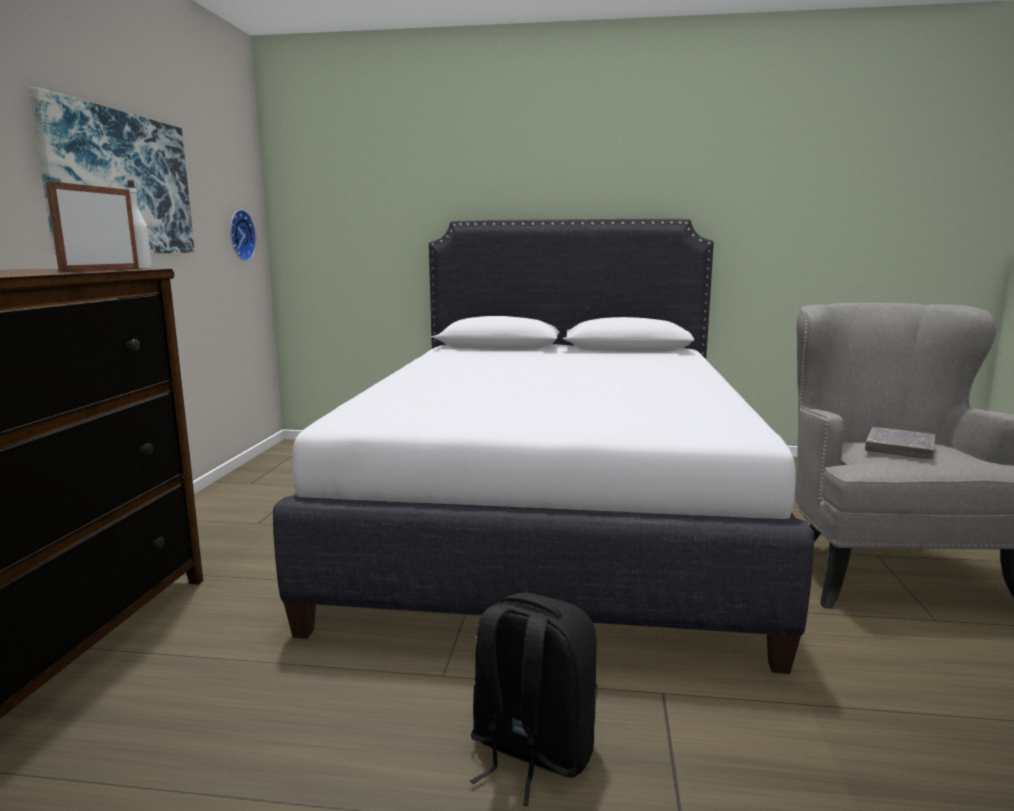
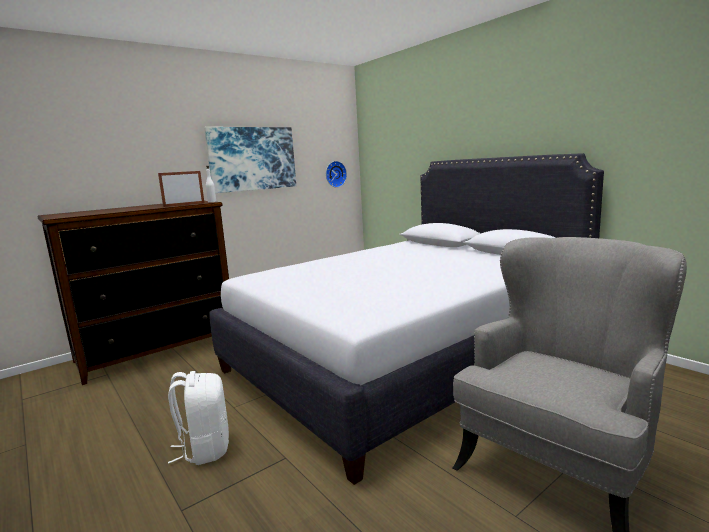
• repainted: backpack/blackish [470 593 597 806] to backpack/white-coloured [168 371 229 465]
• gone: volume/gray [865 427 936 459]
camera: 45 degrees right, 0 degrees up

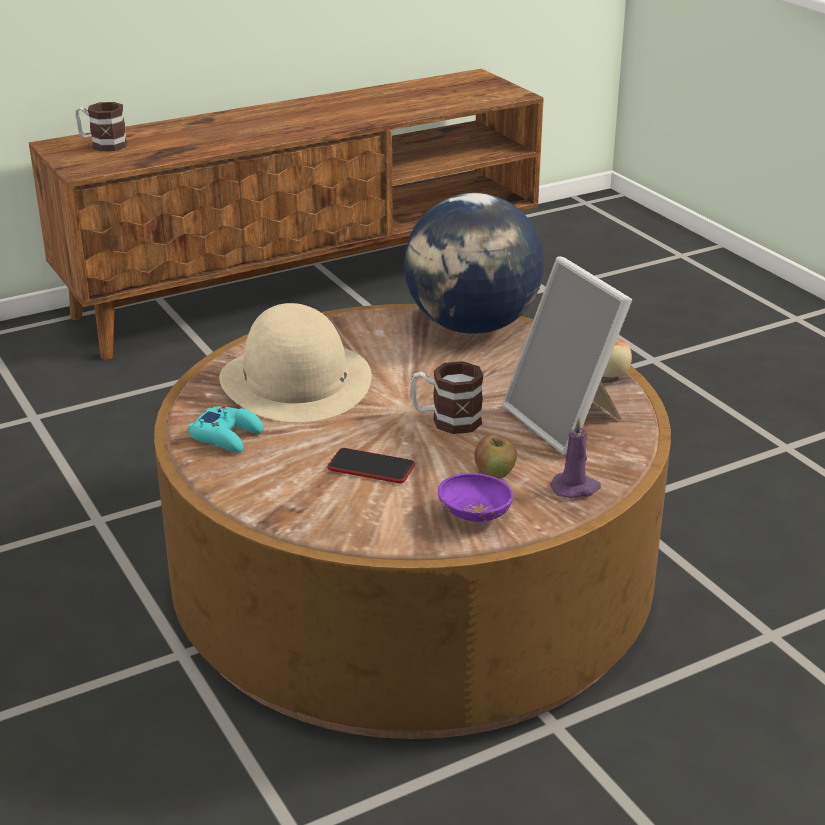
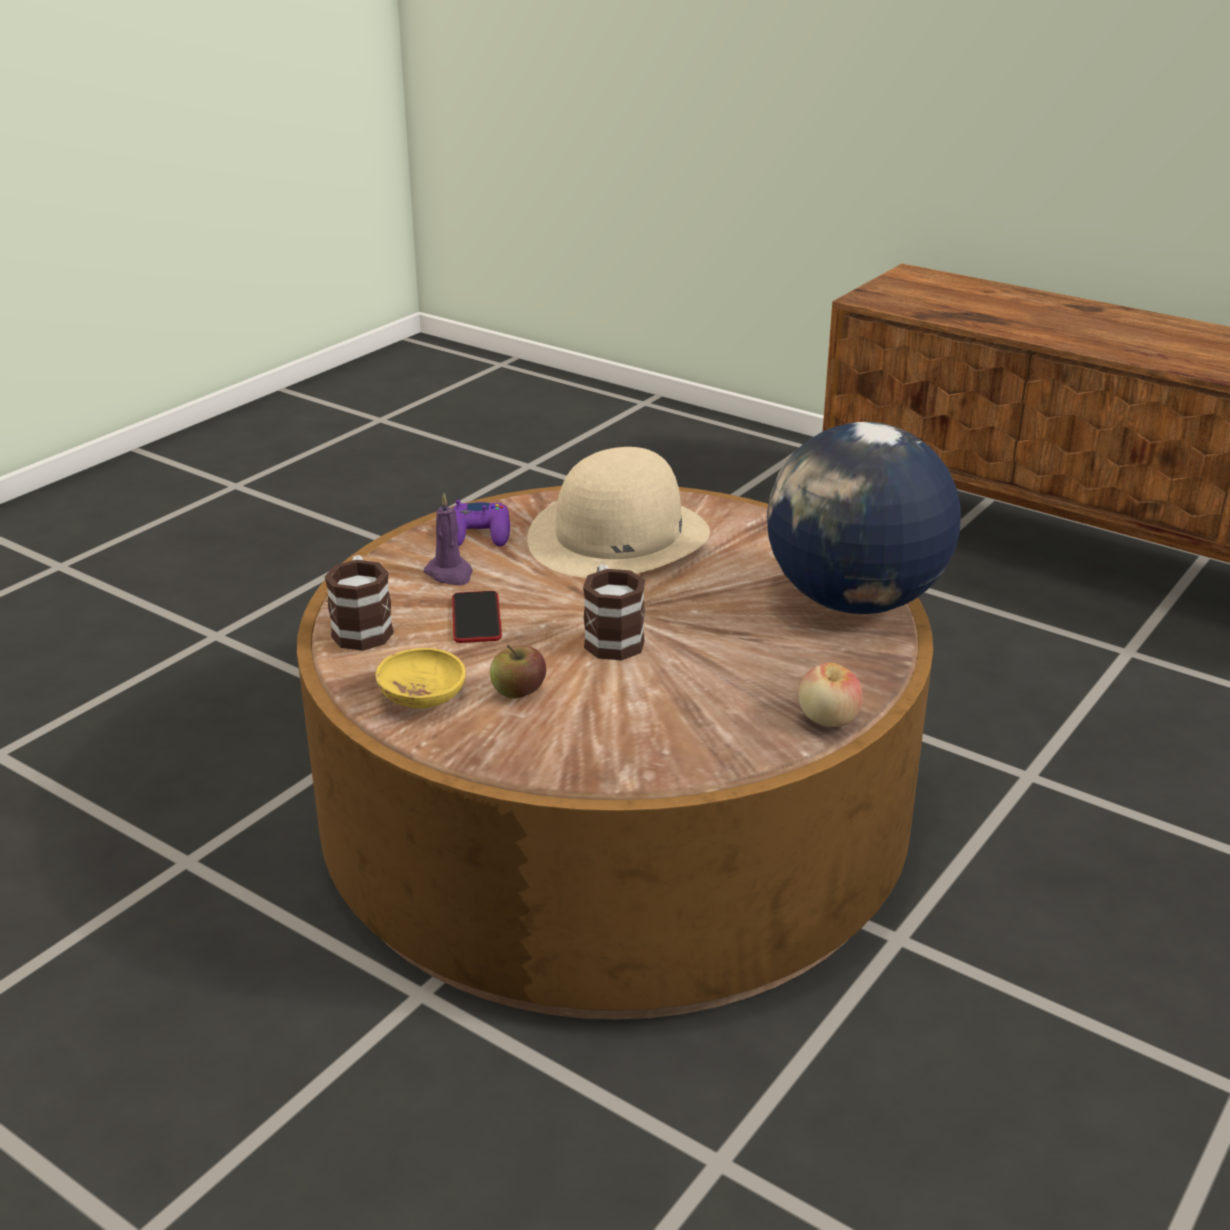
• shifted: coffee mug [75 102 127 152] to [325 555 394 651]
• repainted: game controller/blue-green [188 406 263 453] to game controller/purplish [453 500 510 546]
• repainted: deep dish/purplish [438 473 513 522] to deep dish/yellowish [375 648 466 709]
• gone: standing frame [503 256 632 455]
• shifted: wax candle/purplish [550 417 601 498] to [423 493 473 585]
camera: 65 degrees right, 0 degrees up

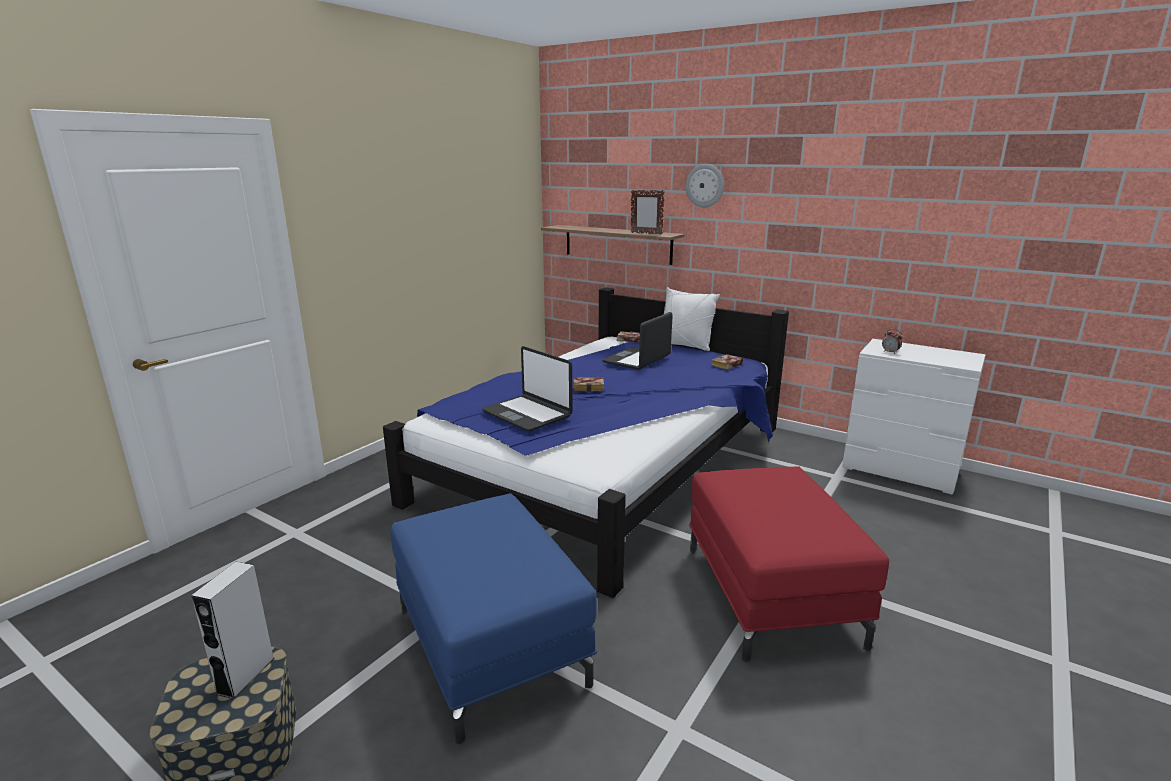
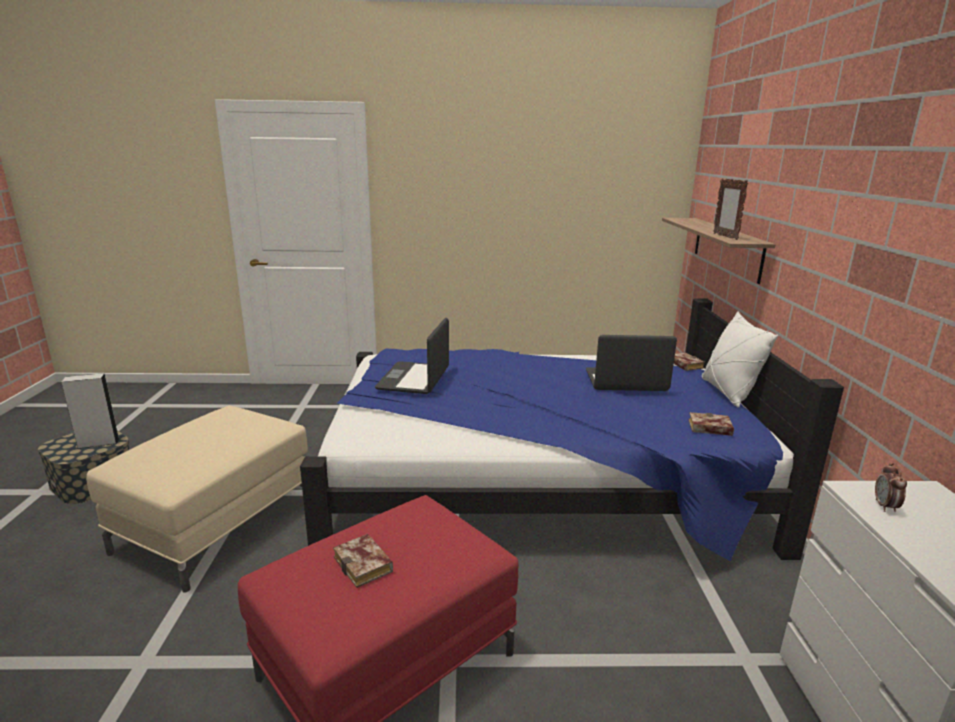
• repainted: footrest/blue [391 493 597 744] to footrest/beige-coloured [86 405 308 592]
• shifted: volume [574 377 604 392] to [333 534 393 588]
• gone: clock on the wall [686 164 724 207]
camera: 55 degrees right, 0 degrees up

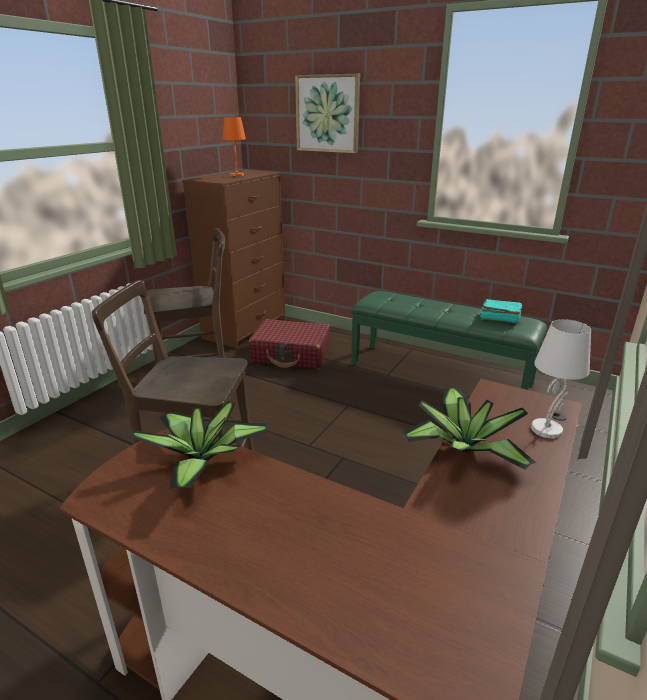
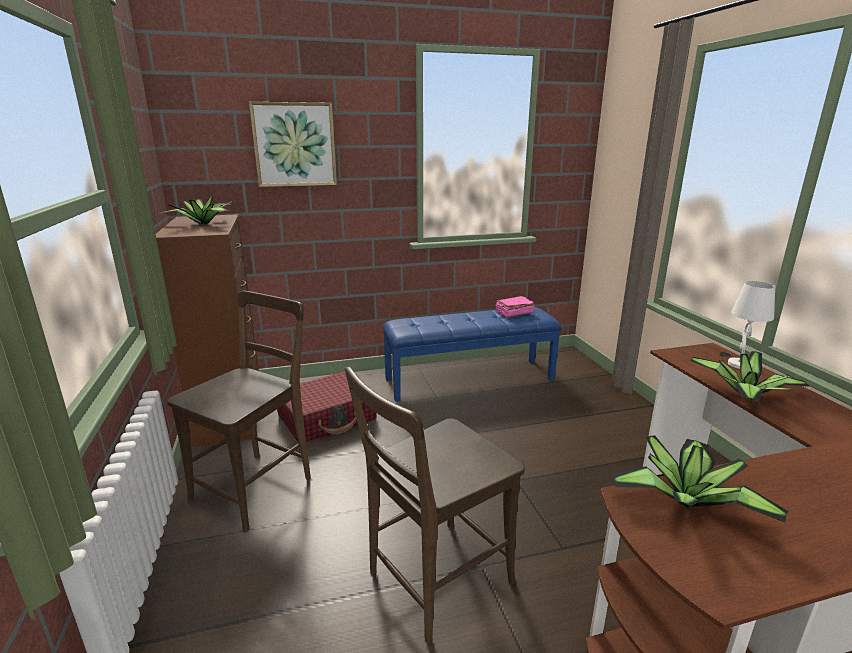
• swapped: tabletop lamp/orange-coloured [223 117 246 177] to plant in a pot [159 196 232 225]
• repainted: bench/green [351 291 547 390] to bench/blue [382 307 562 402]
• repainted: volume/blue-green [480 299 522 323] to volume/pink-coloured [495 296 535 318]
camera: 45 degrees left, 5 degrees down

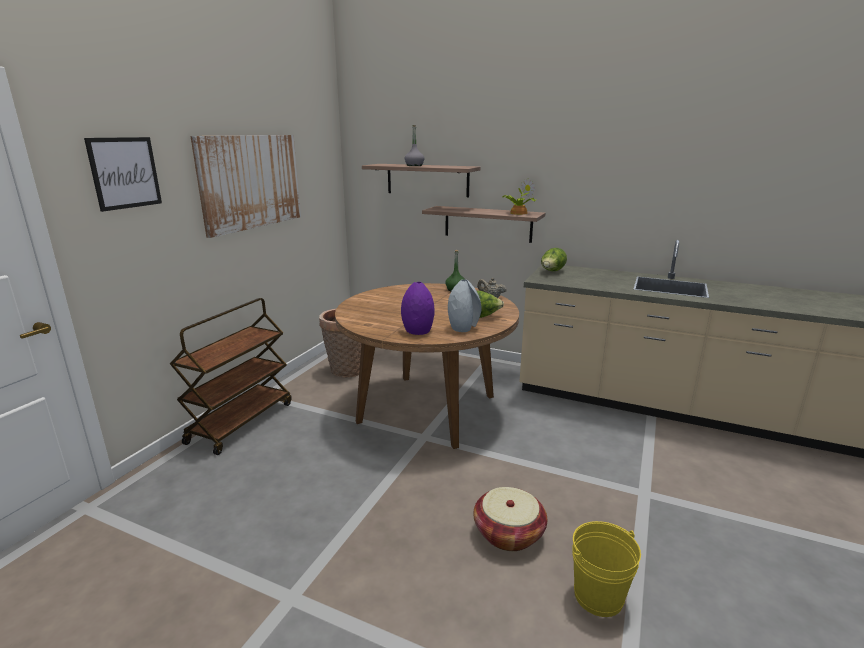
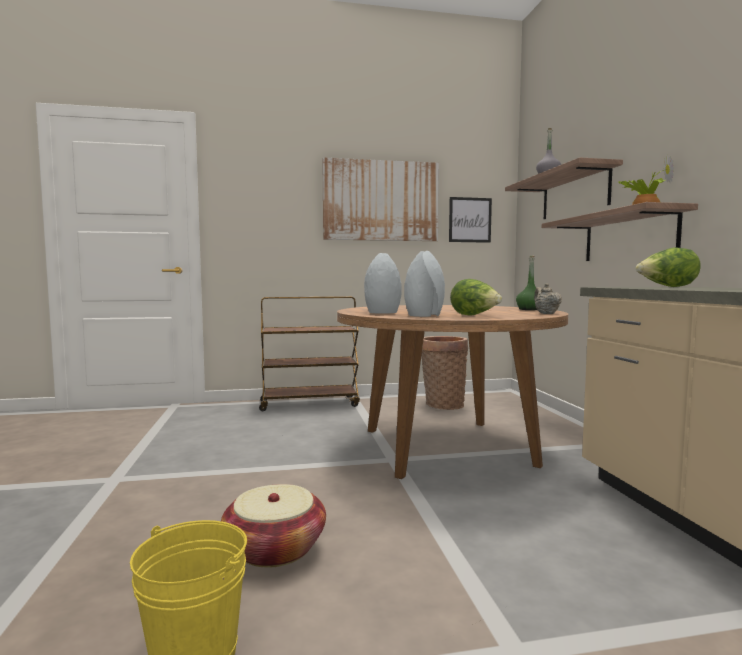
• shifted: picture [84 137 162 212] to [449 197 492 243]
• repainted: vase/purplish [401 282 435 335] to vase/gray [364 253 402 314]
camera: 55 degrees right, 15 degrees down

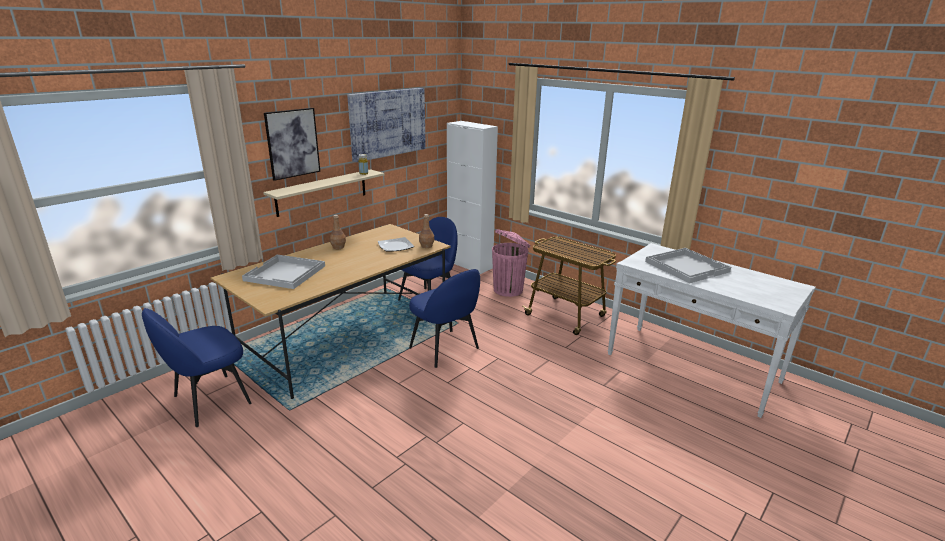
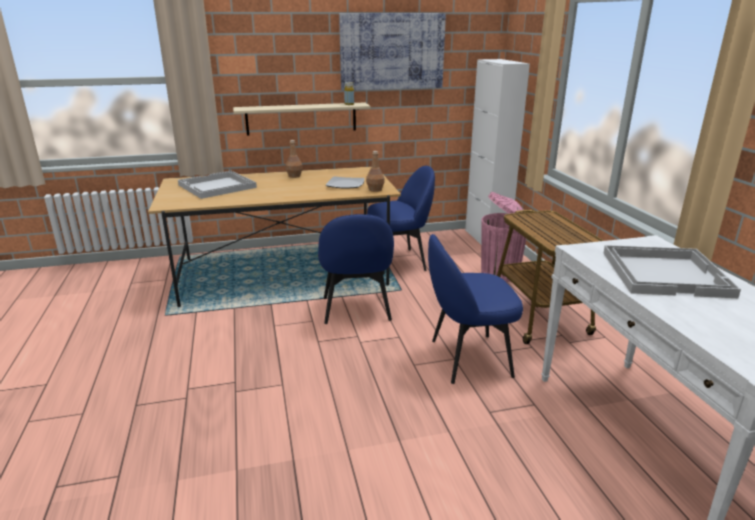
• shifted: upright chair/blue [142 308 251 427] to [428 234 523 384]
• gone: picture [264 108 320 181]
camera: 35 degrees right, 0 degrees up

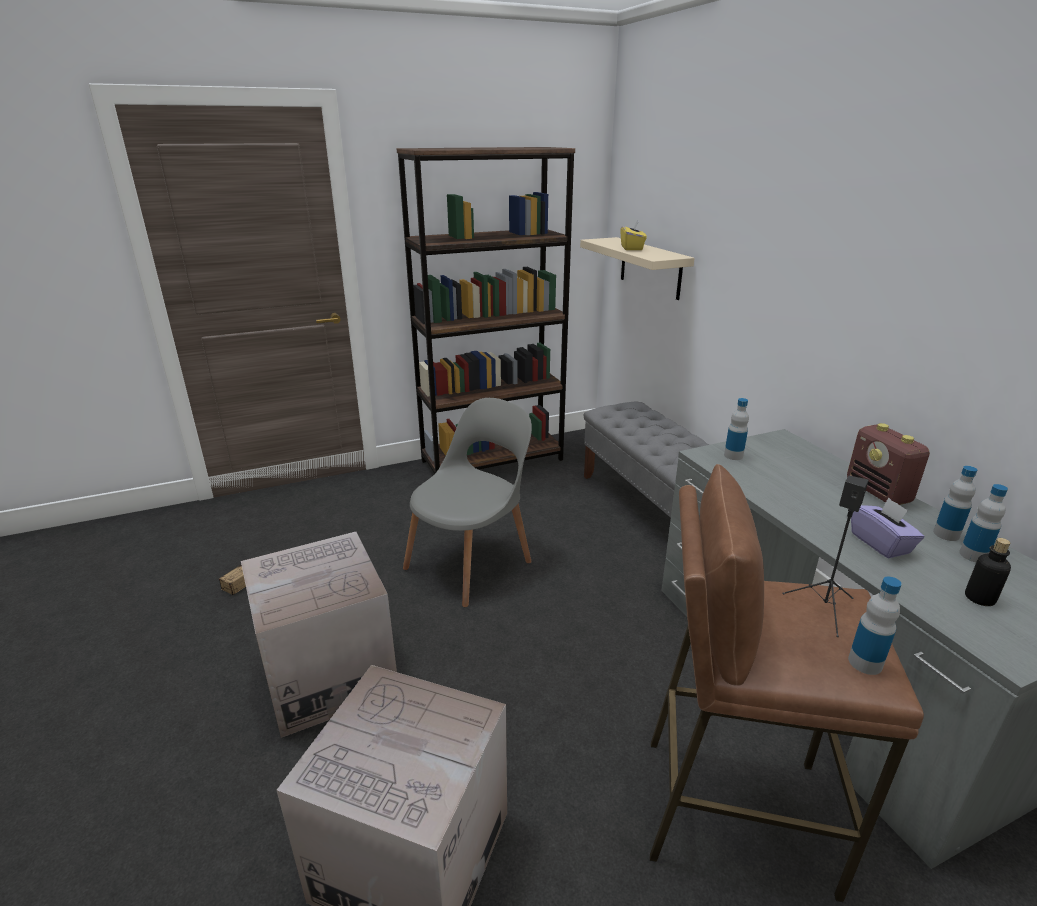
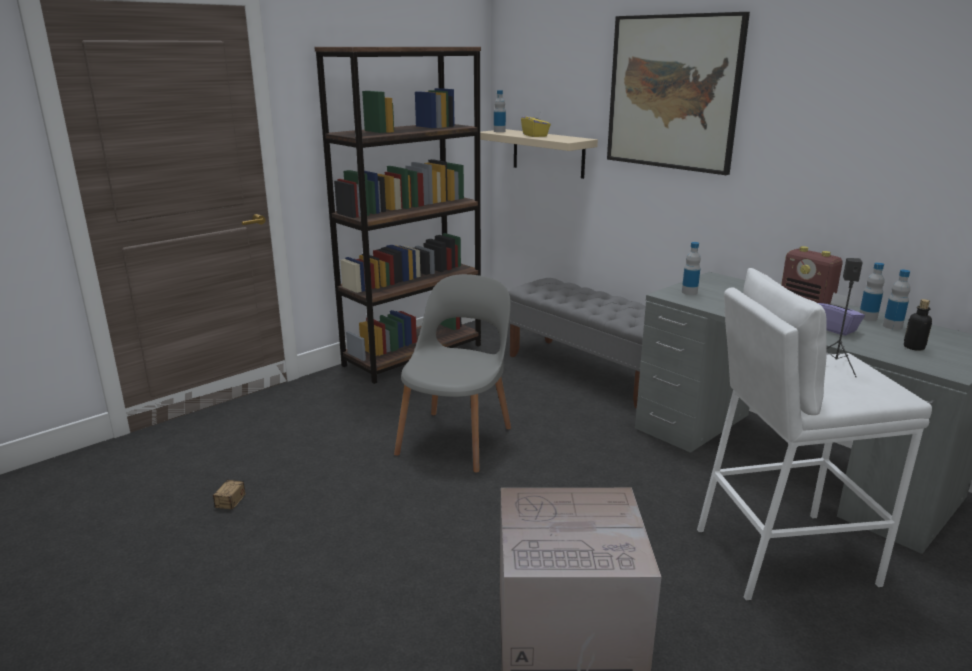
• gone: cardboard box [241 532 397 738]
• repainted: sitting stool/brown-coloured [650 464 924 903] to sitting stool/white-coloured [697 268 932 601]
• shifted: beverage bottle [848 576 902 675] to [494 90 506 132]
• new: picture [607 12 750 175]
camera: 20 degrees left, 5 degrees down

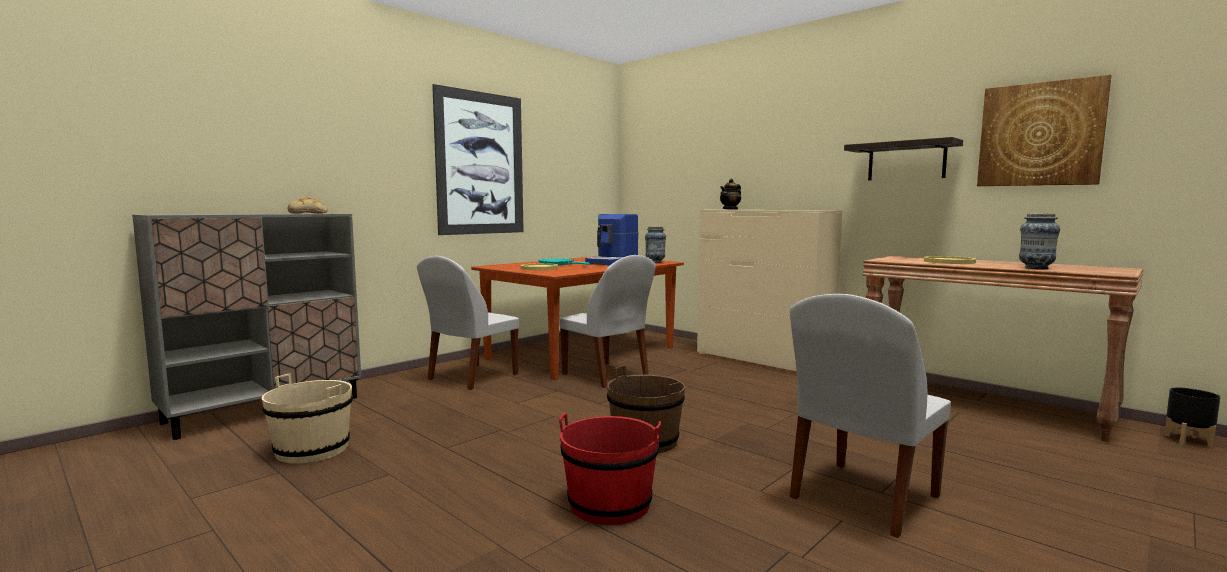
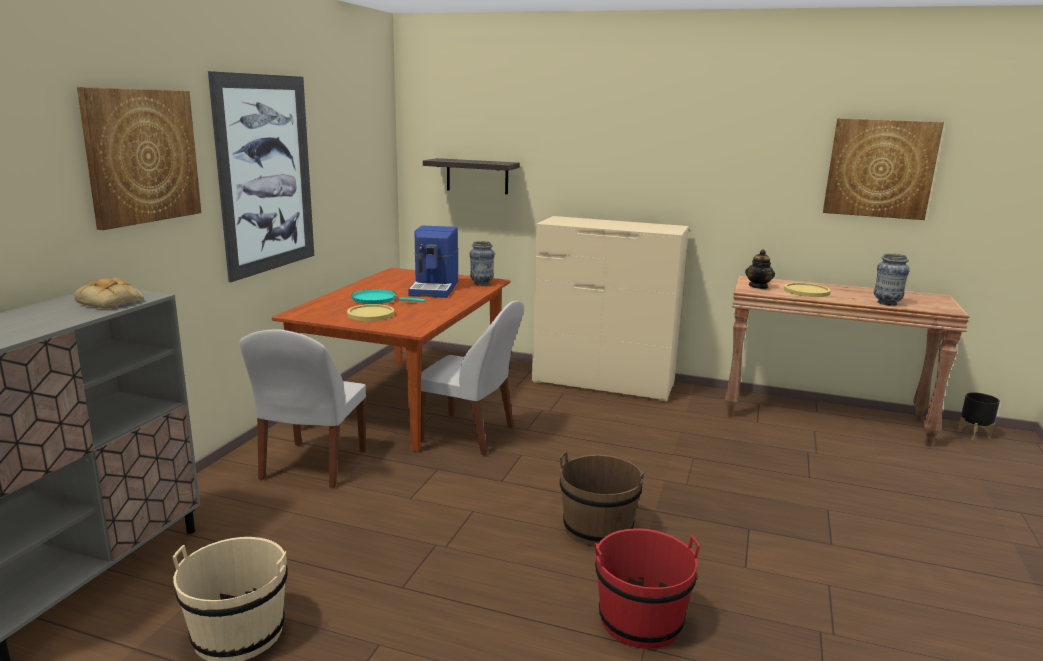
• shifted: teapot [720 178 741 210] to [745 249 775 289]
• gone: upright chair/white-coloured [790 294 951 538]
• shifted: shelf [844 137 963 180] to [423 158 520 194]
• new: picture [77 87 201 230]
camera: 25 degrees left, 10 degrees up

